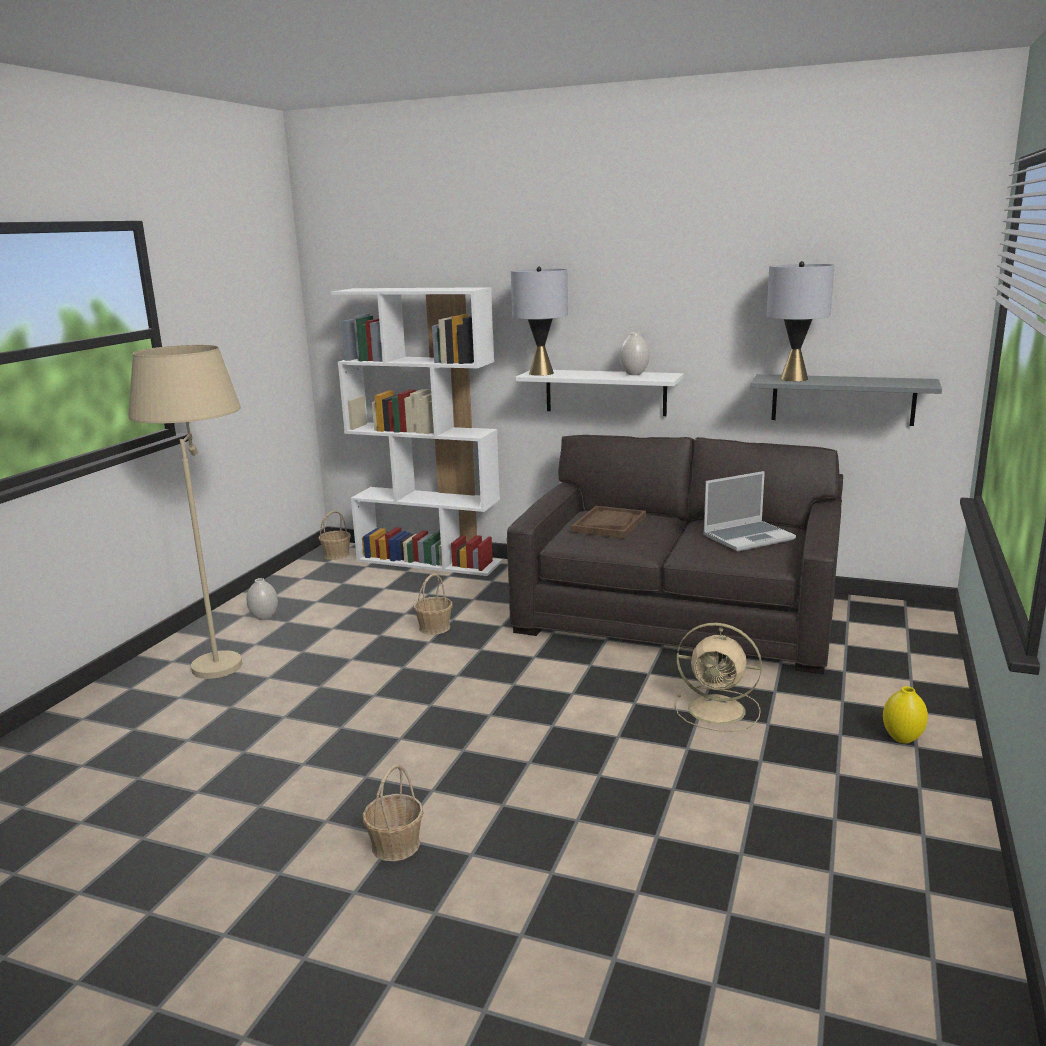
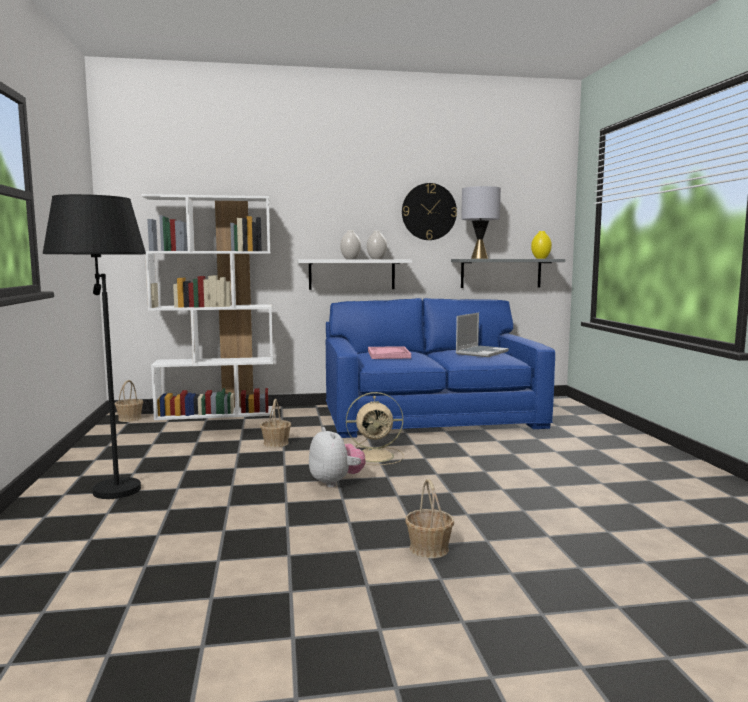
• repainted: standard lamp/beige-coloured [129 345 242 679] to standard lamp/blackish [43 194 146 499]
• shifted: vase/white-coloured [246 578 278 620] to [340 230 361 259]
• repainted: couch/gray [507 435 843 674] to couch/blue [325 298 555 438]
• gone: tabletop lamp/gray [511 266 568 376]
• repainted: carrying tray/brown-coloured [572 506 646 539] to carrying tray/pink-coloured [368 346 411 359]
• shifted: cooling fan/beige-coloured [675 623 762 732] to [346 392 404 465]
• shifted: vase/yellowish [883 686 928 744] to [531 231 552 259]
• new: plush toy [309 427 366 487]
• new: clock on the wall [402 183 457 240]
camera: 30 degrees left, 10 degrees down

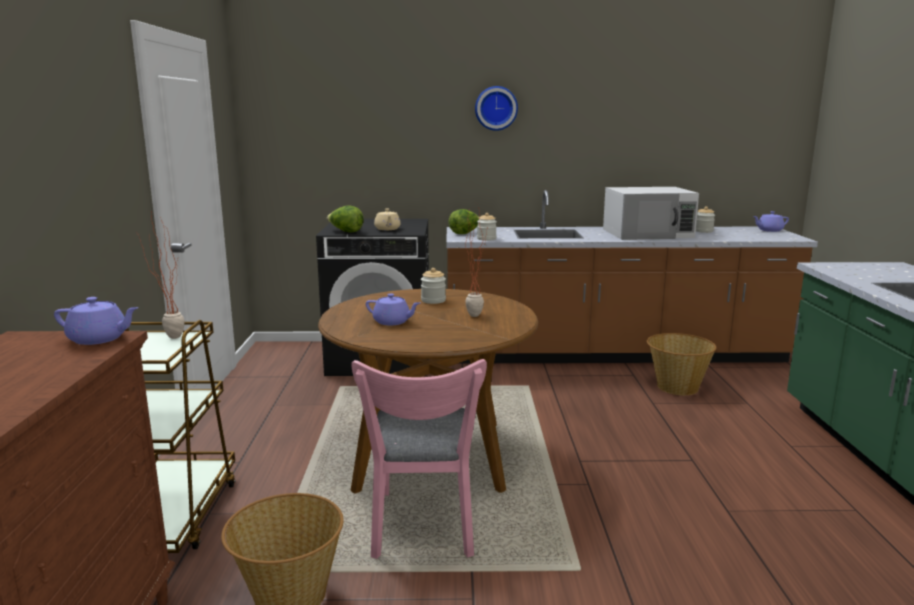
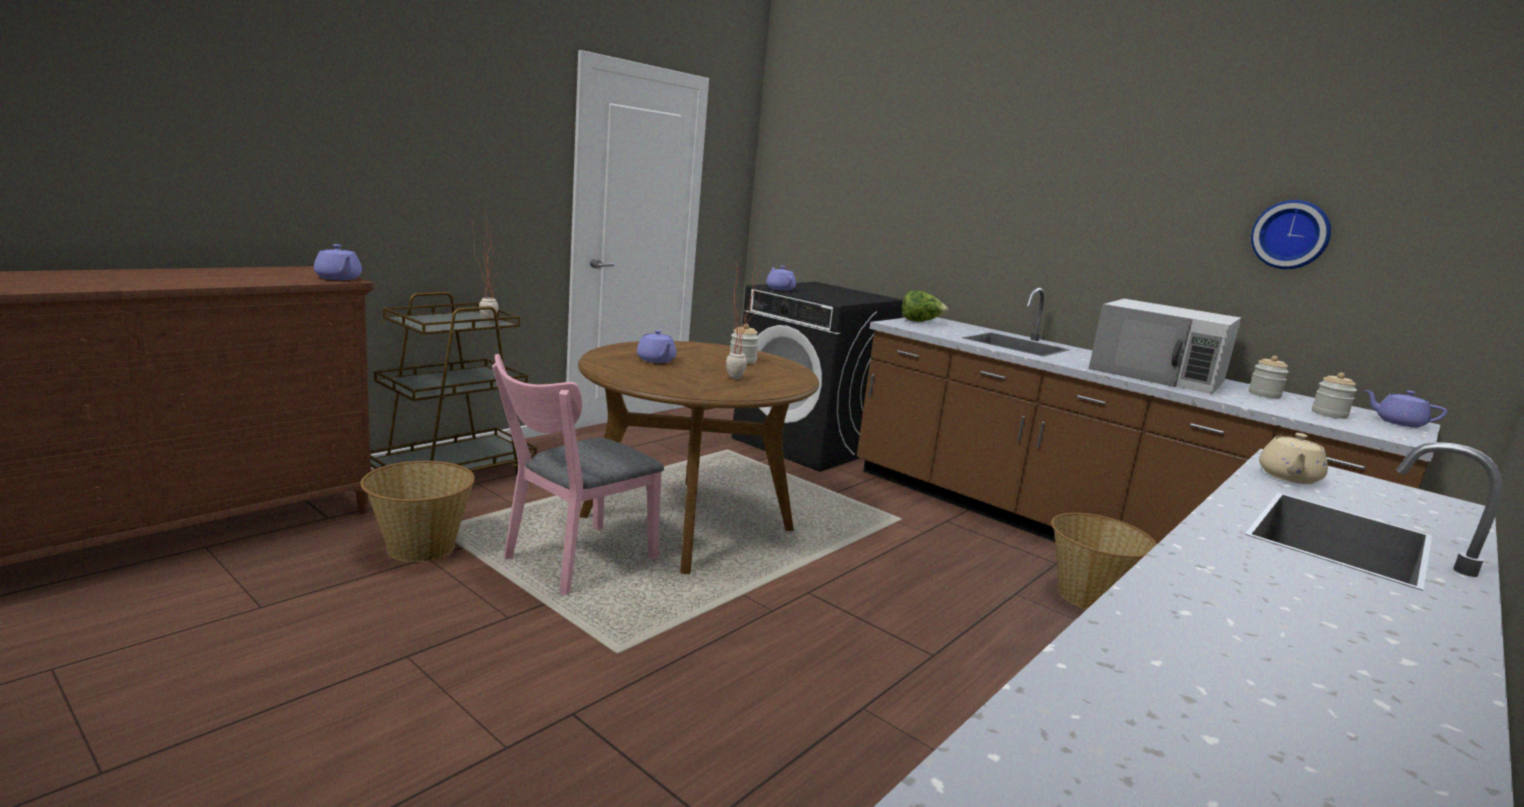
• swapped: head of lettuce [327 205 364 232] to teapot/purplish [766 266 796 291]
• shifted: teapot/beige-coloured [374 208 401 230] to [1259 433 1328 484]
• shifted: clock on the wall [475 86 518 131] to [1251 200 1331 269]
• shifted: preserve jar [477 213 497 241] to [1312 373 1357 419]
camera: 40 degrees right, 0 degrees up

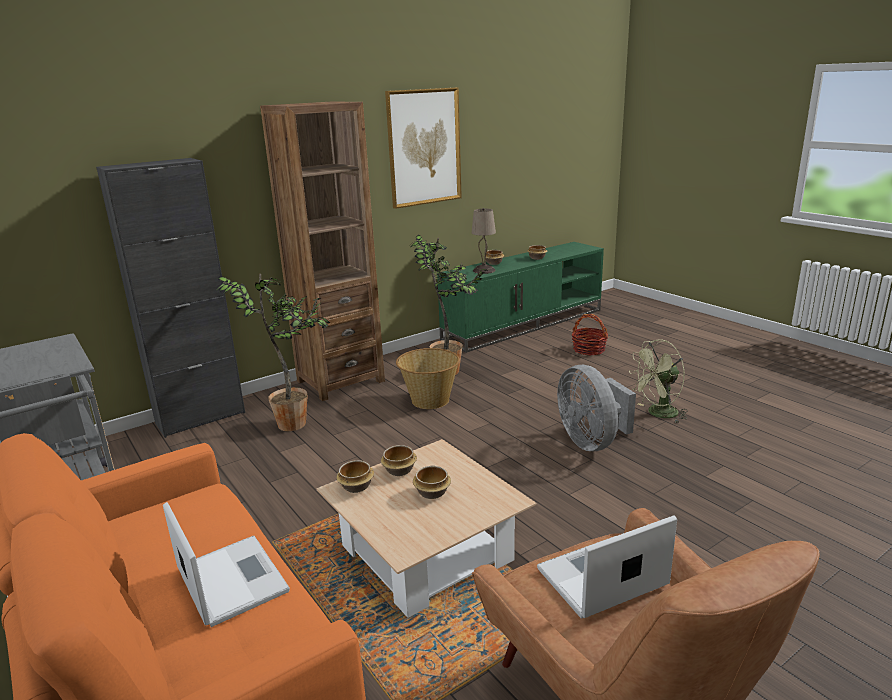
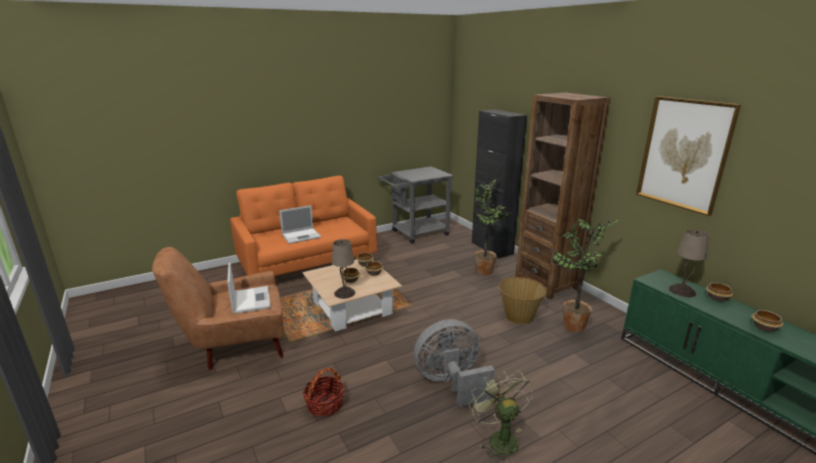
• shifted: household basket [571 314 608 355] to [303 367 345 417]
• new: tabletop lamp/beige-coloured [332 239 355 299]
camera: 95 degrees right, 0 degrees up

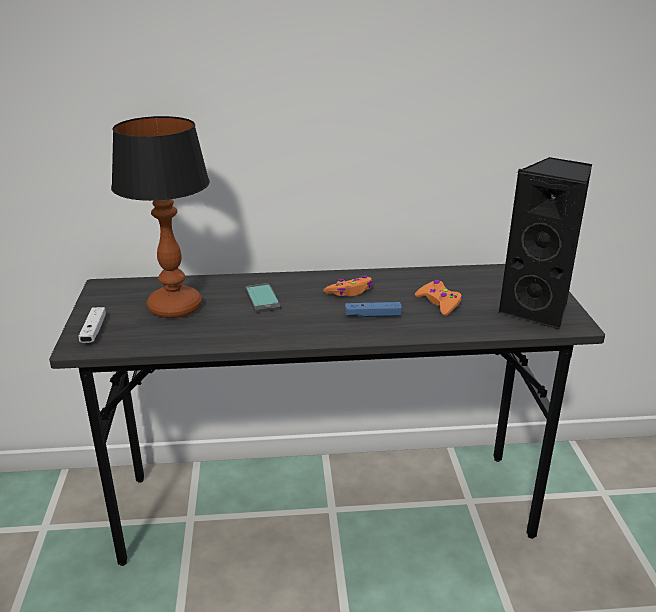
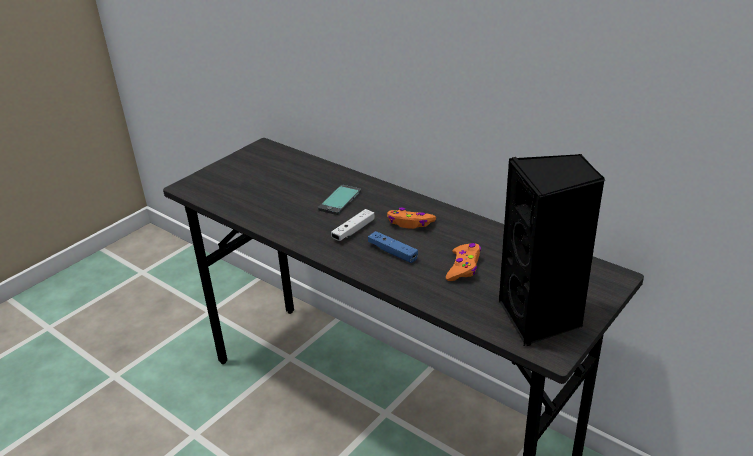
• shifted: game controller/white-coloured [79 307 106 343] to [331 209 375 241]
• gone: tabletop lamp [111 116 210 318]
camera: 45 degrees right, 5 degrees up

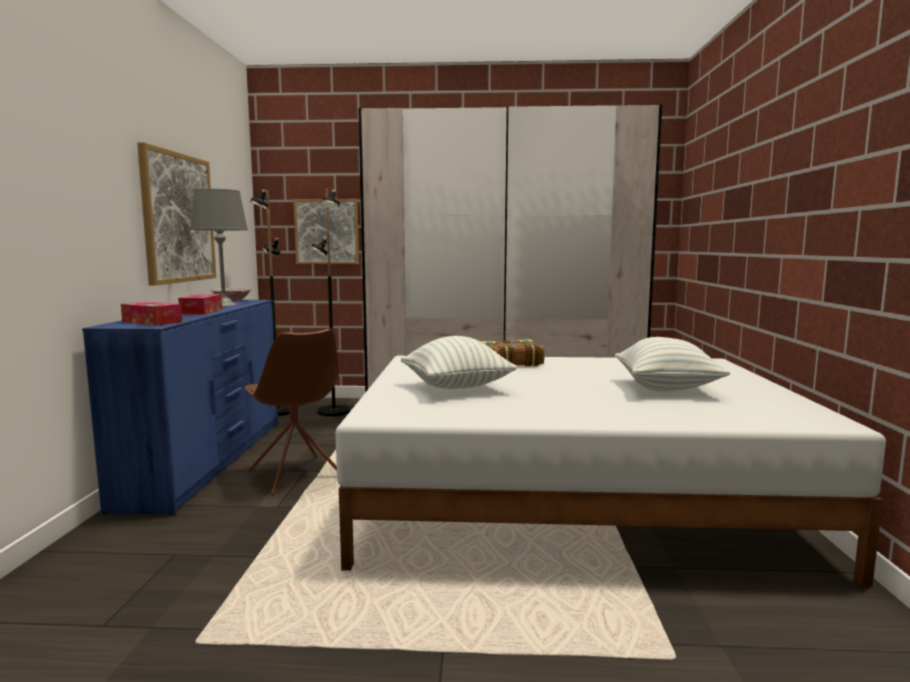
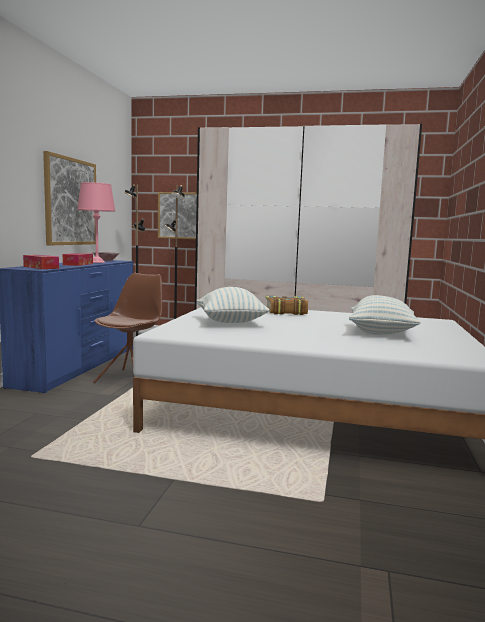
• repainted: tabletop lamp/gray [190 189 248 307] to tabletop lamp/pink-coloured [77 182 115 263]
• rotated: upright chair/brown-coloured [245 329 339 495] = [93 273 162 383] 135 degrees counterclockwise
camera: 10 degrees right, 0 degrees up

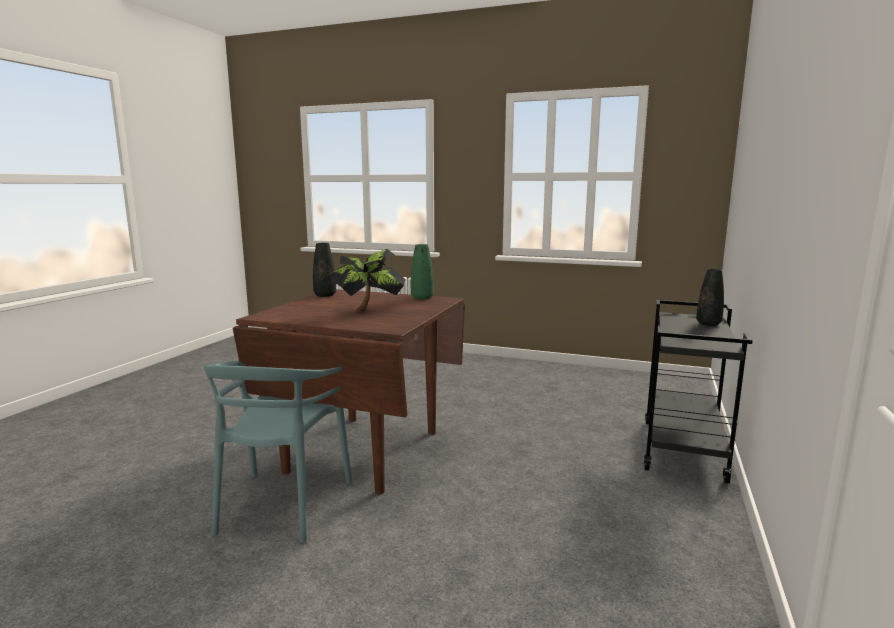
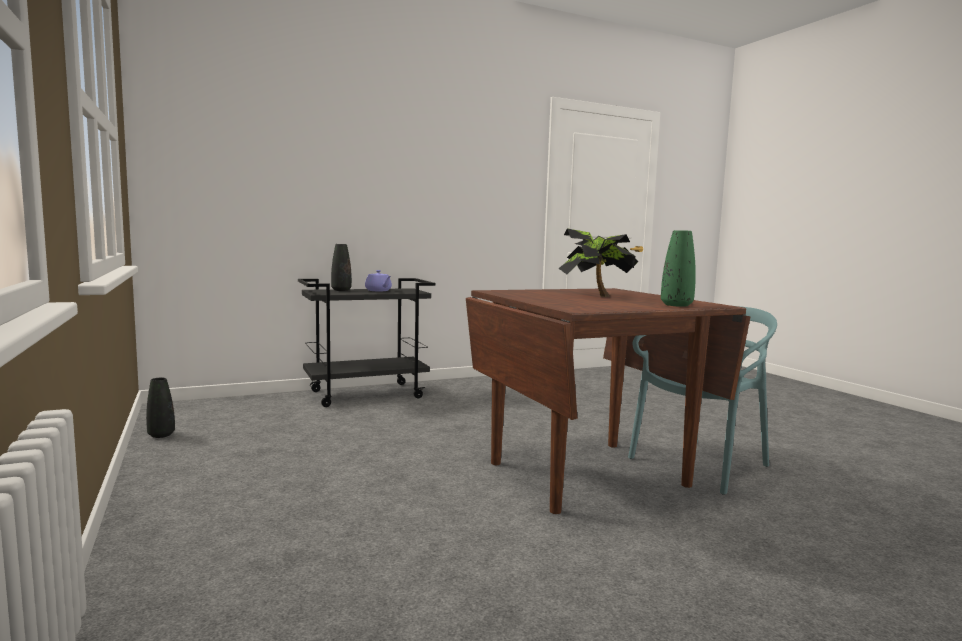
• shifted: vase/blackish [313 243 336 297] to [146 378 175 438]
• shifted: vase/green [411 244 434 300] to [661 230 696 307]
• new: teapot/purplish [365 270 392 291]
camera: 135 degrees left, 5 degrees down

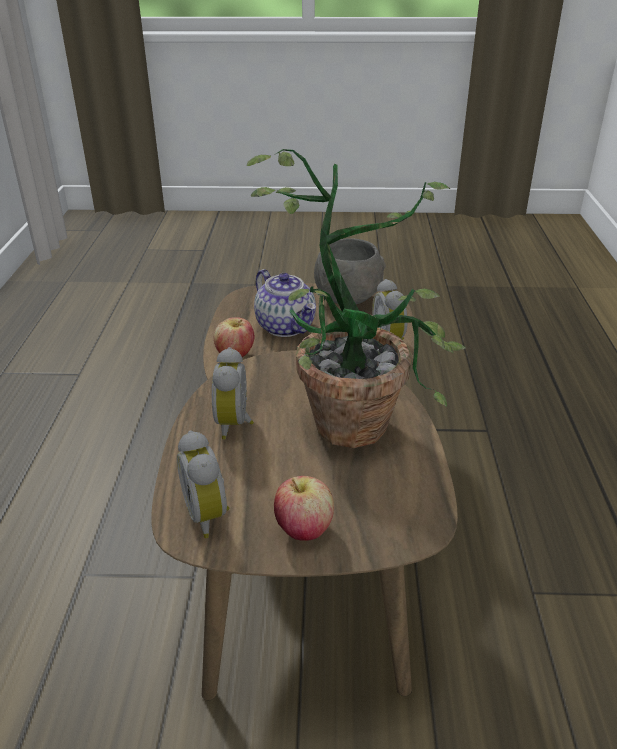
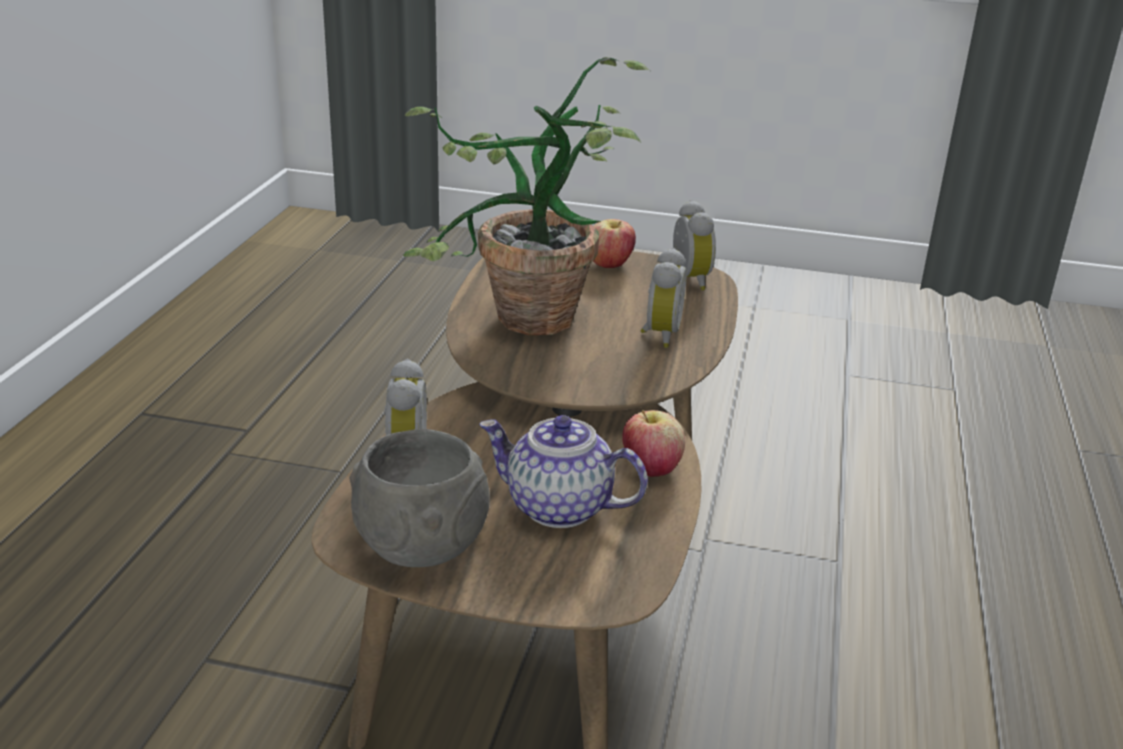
• rotated: teapot [254 269 316 337] = [479 415 648 528] 45 degrees counterclockwise
camera: 170 degrees left, 5 degrees down

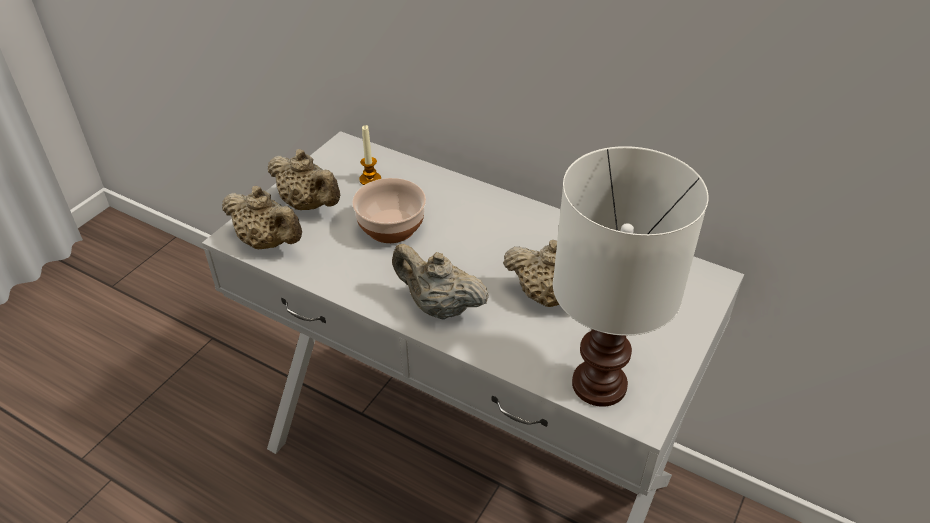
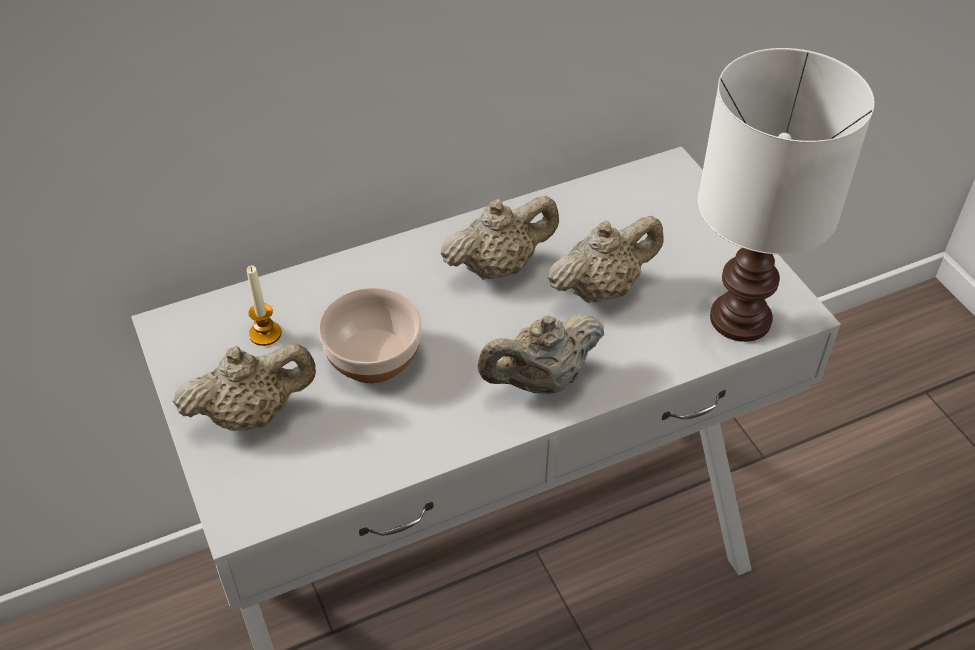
• shifted: teapot/beige-coloured [222 186 302 249] to [441 196 559 280]
camera: 55 degrees left, 5 degrees up

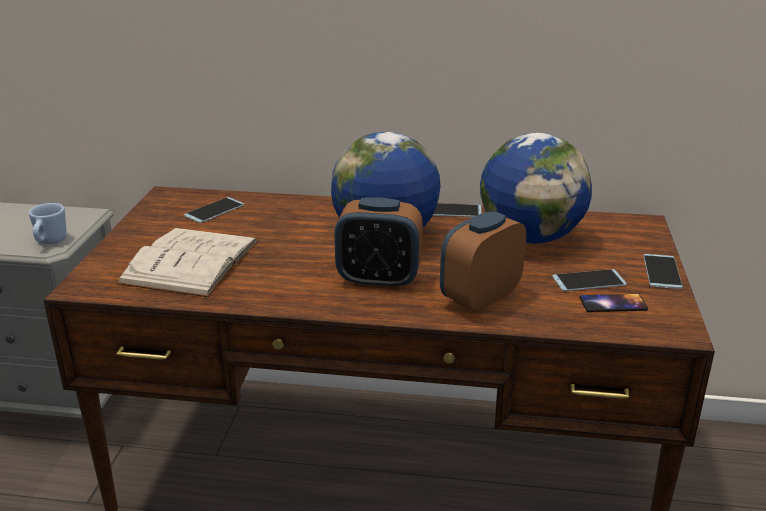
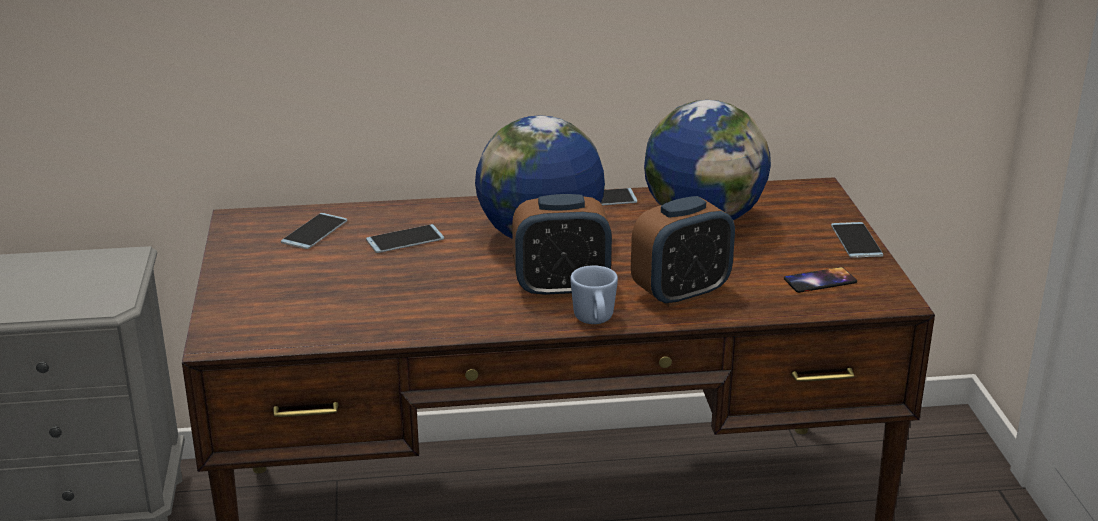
• shifted: coffee mug/blue [29 203 67 244] to [570 265 618 324]
• gone: volume/white-coloured [117 228 259 297]
• rotated: table clock [440 212 526 313] = [631 196 735 307] 150 degrees counterclockwise
• shifted: handset [552 269 627 291] to [366 224 444 253]
camera: 15 degrees left, 0 degrees up

